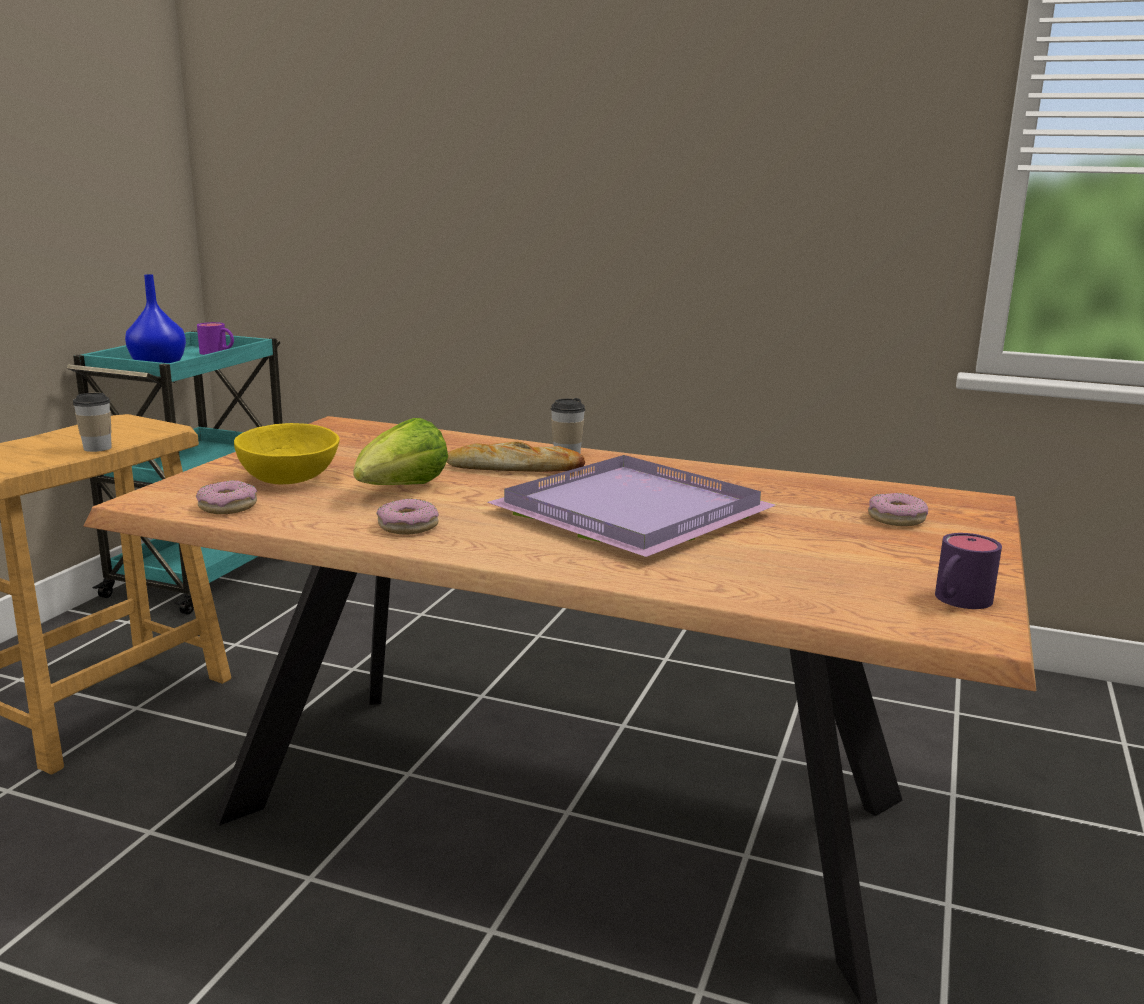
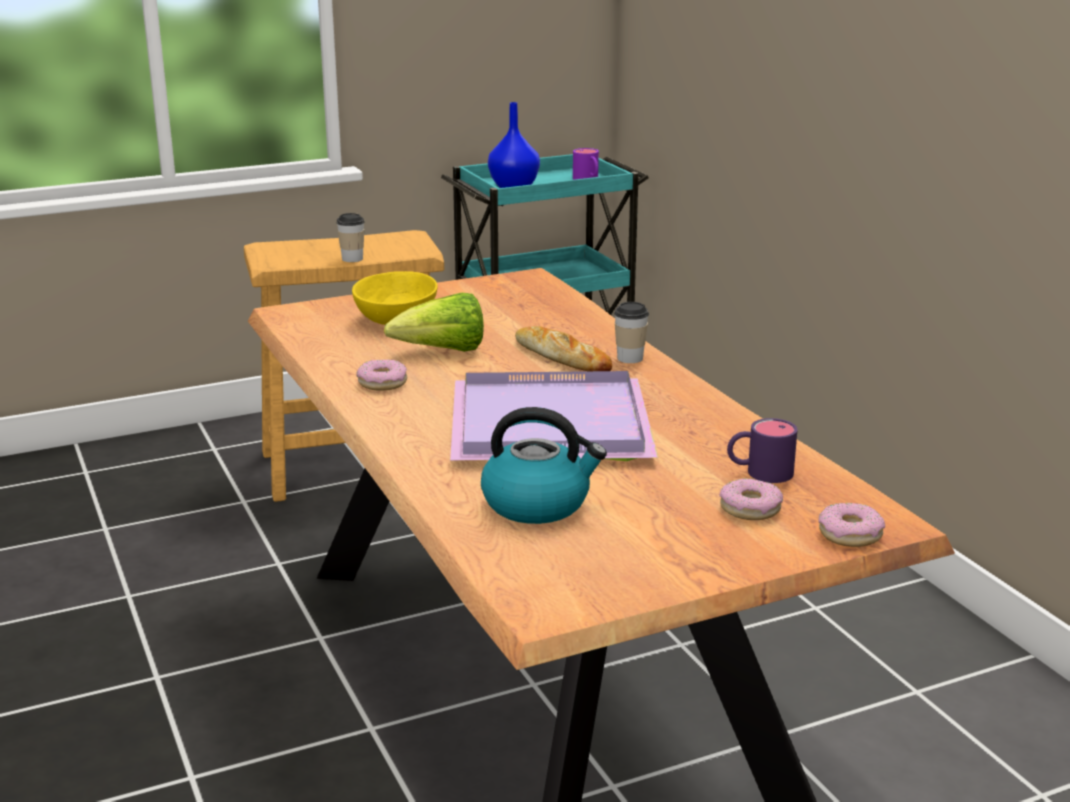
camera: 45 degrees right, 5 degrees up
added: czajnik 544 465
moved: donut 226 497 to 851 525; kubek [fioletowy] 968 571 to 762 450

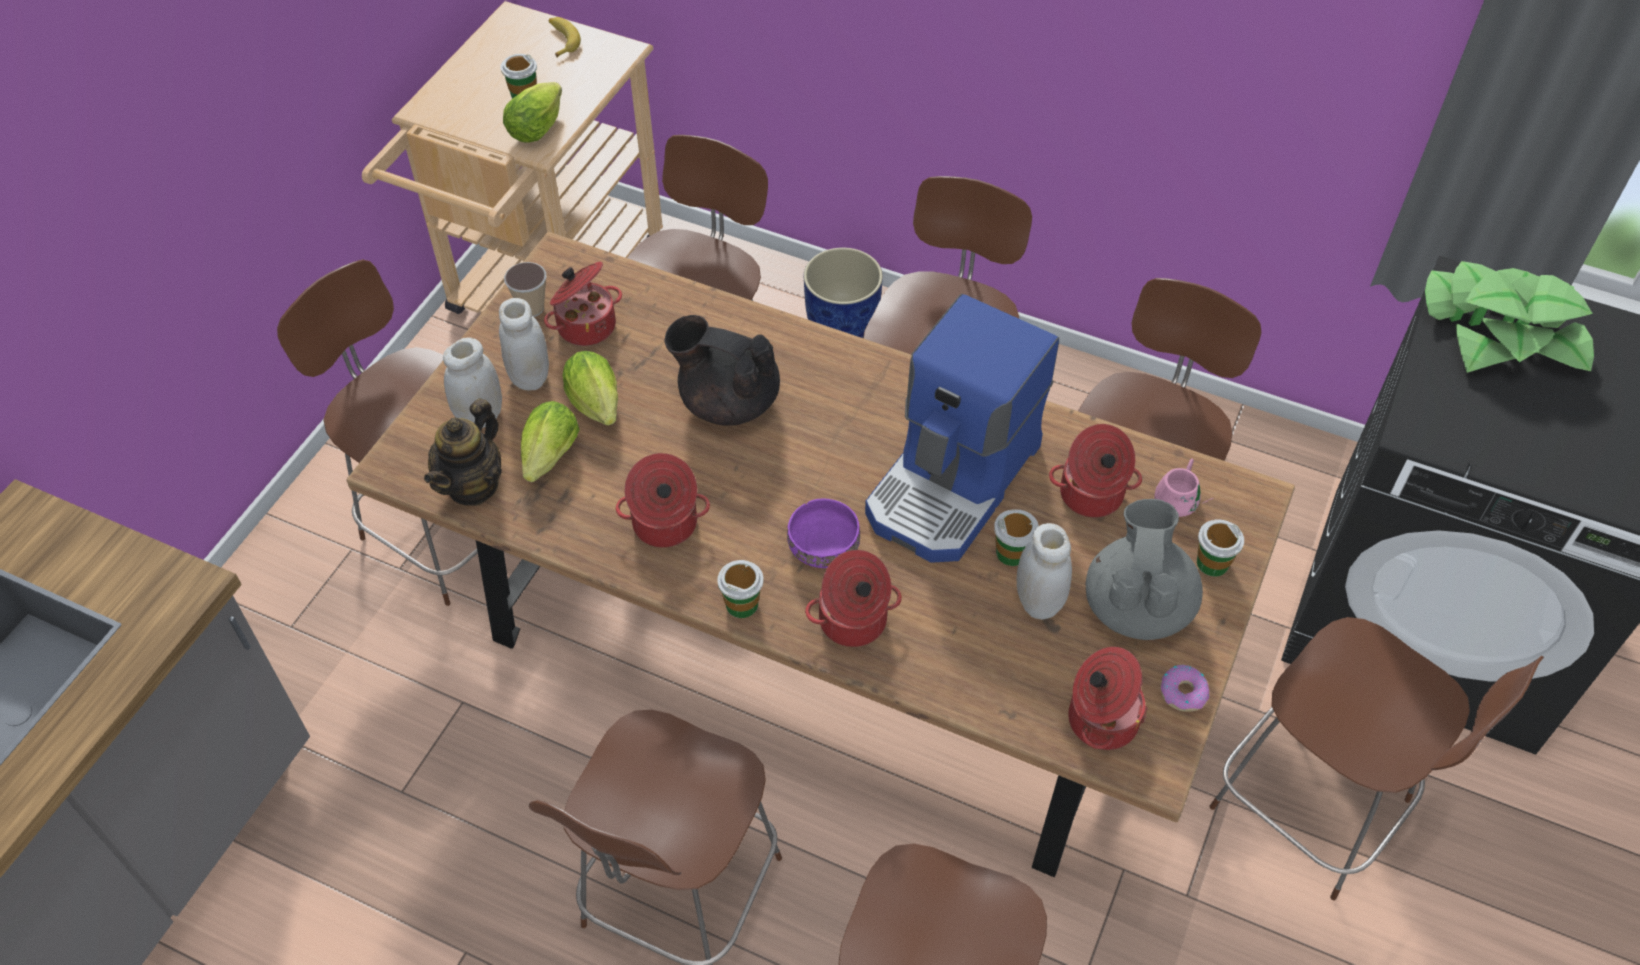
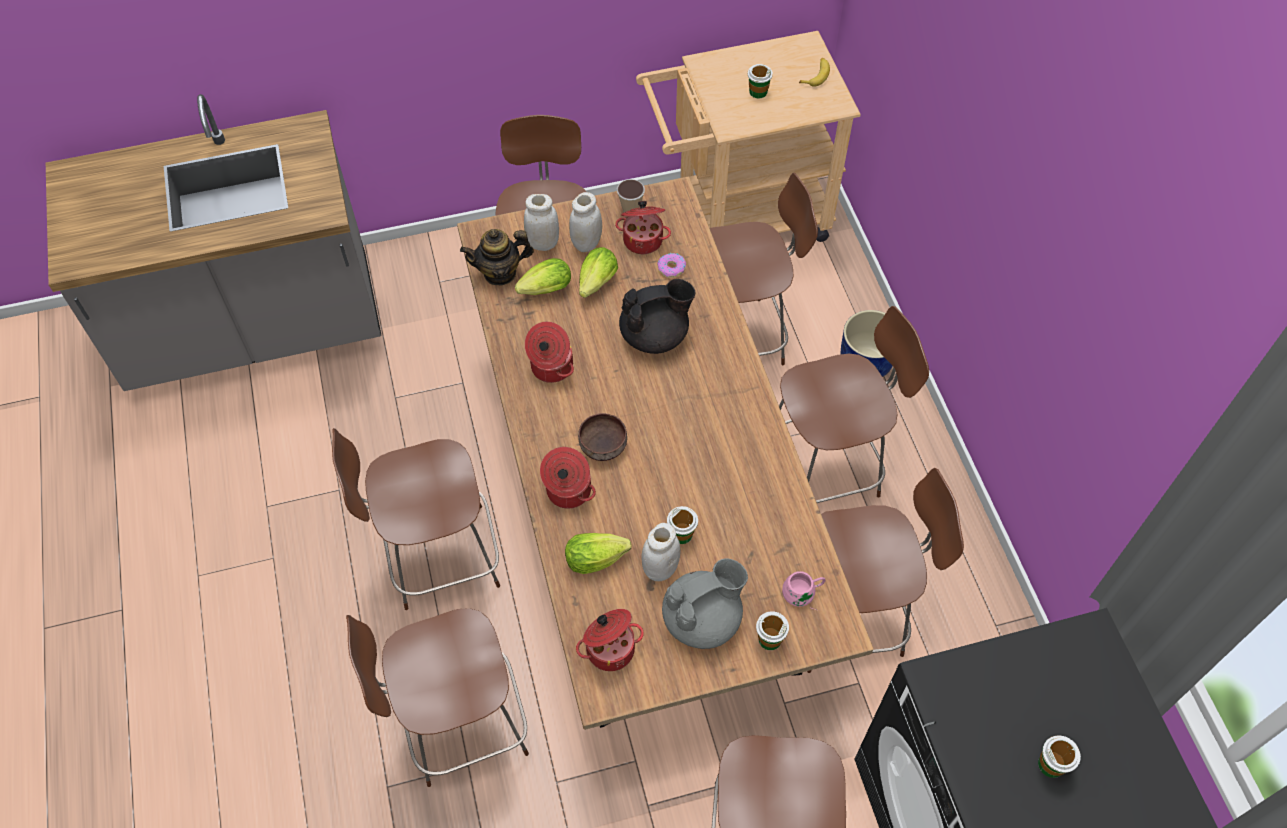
camera: 50 degrees right, 5 degrees up
removed: roślina doniczkowa 1509 317; ekspres do kawy 962 428; garnek 1095 470
moved: sałata 532 112 to 598 553; filiżanka 740 589 to 1059 756; donut 1185 688 to 671 265
recoloured: miska [fioletowy] 823 533 to miska [brązowy] 602 437
turned: imbryk [czarny] 722 370 = 657 316 90 degrees clockwise

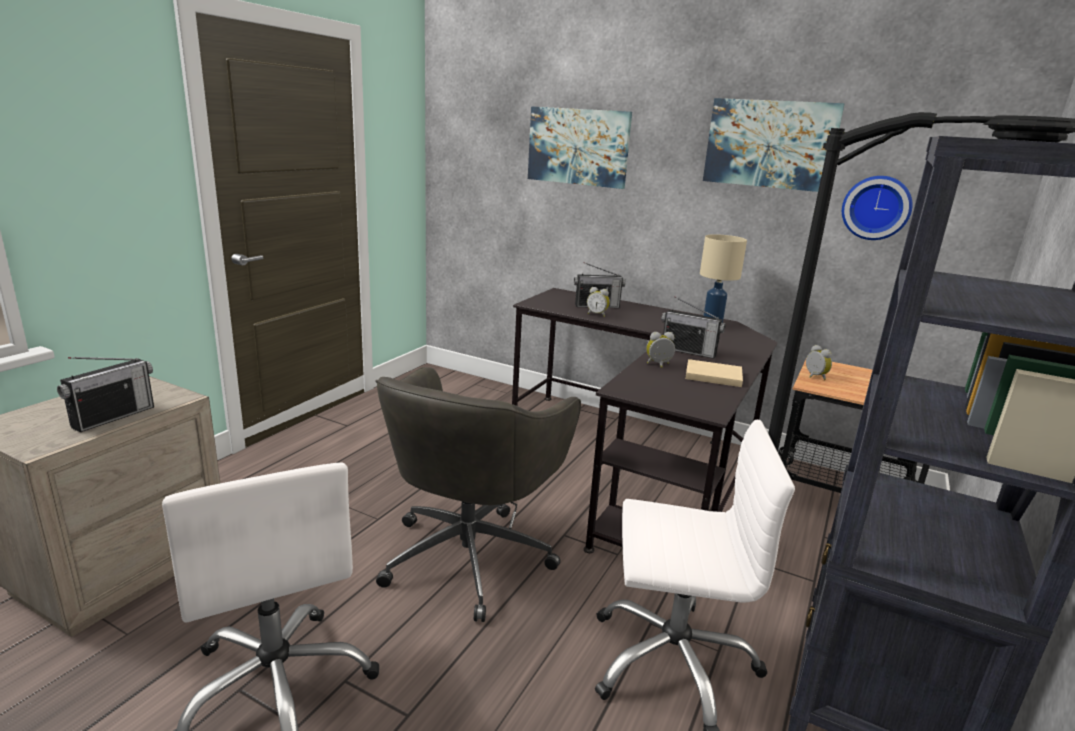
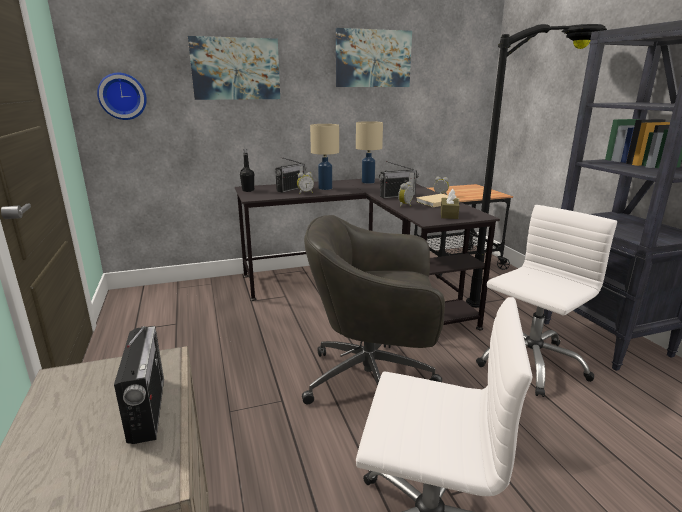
camera: 45 degrees left, 0 degrees up
added: lampa stołowa [beżowy] 324 157; butelka [czarny] 247 170; pudełko chusteczek [brązowy] 450 204
moved: zegar ścienny 877 208 to 122 96
turned: krzesło biurowe [szary] 478 494 = 373 309 120 degrees clockwise

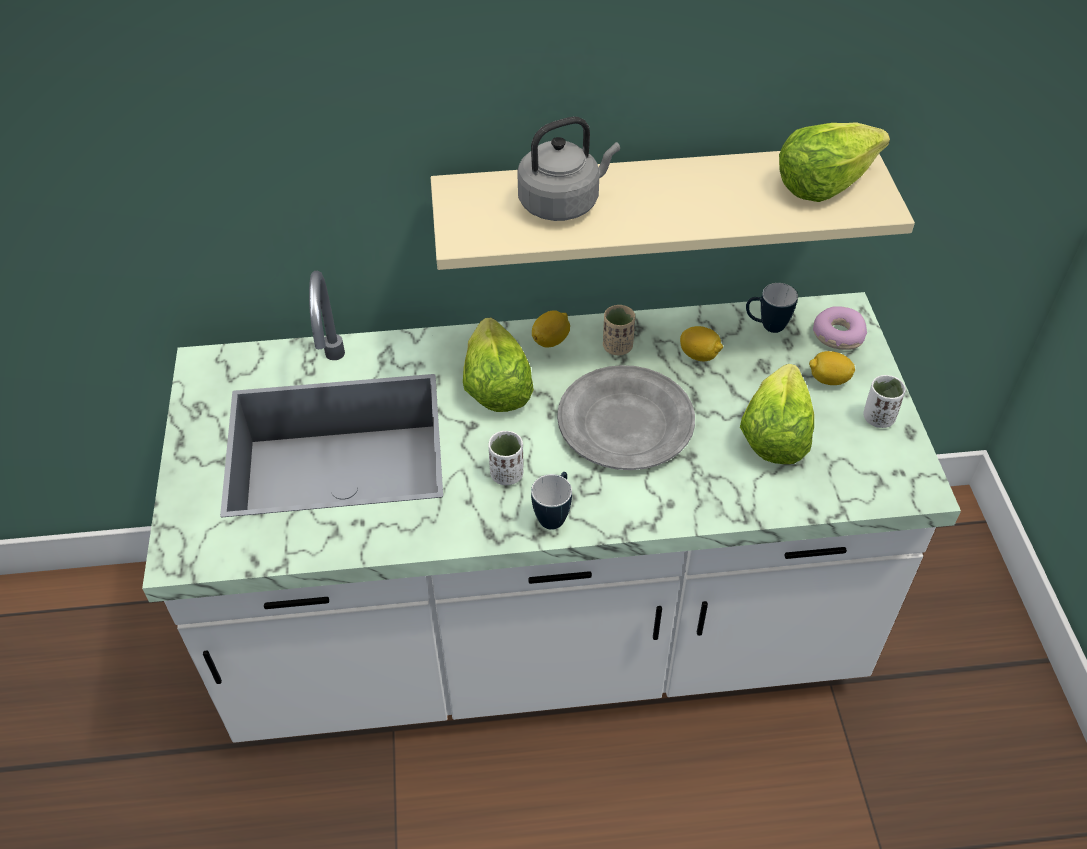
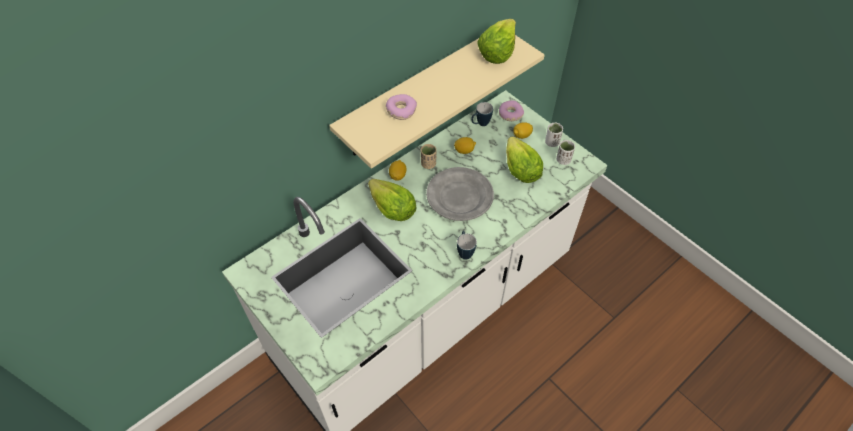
camera: 35 degrees left, 5 degrees up
moved: filiżanka [biały] 505 458 to 565 152
replaced: czajnik [szary] 569 168 to donut 401 107

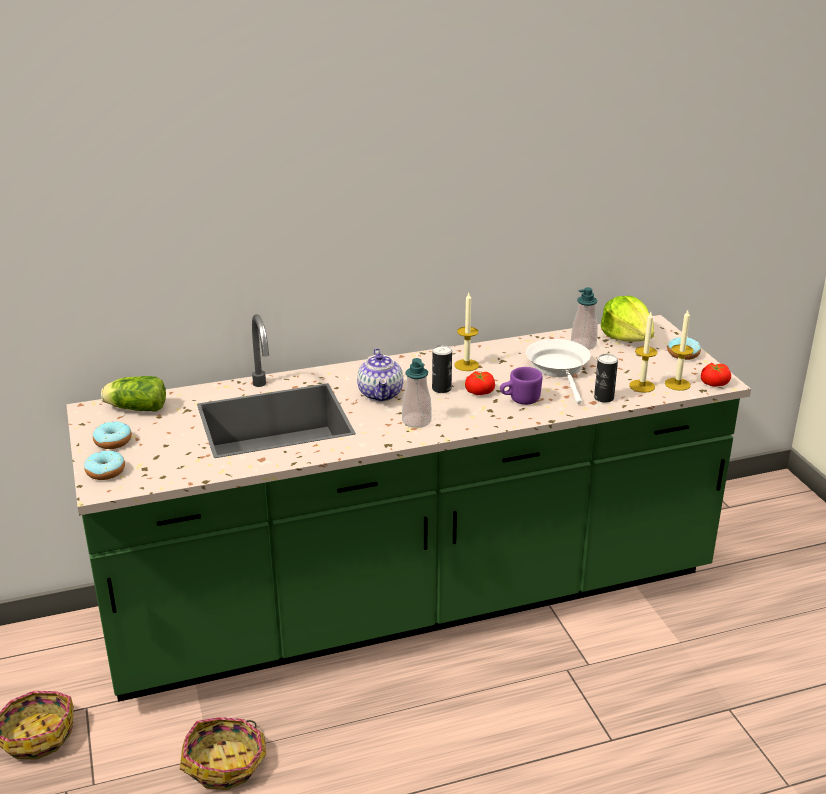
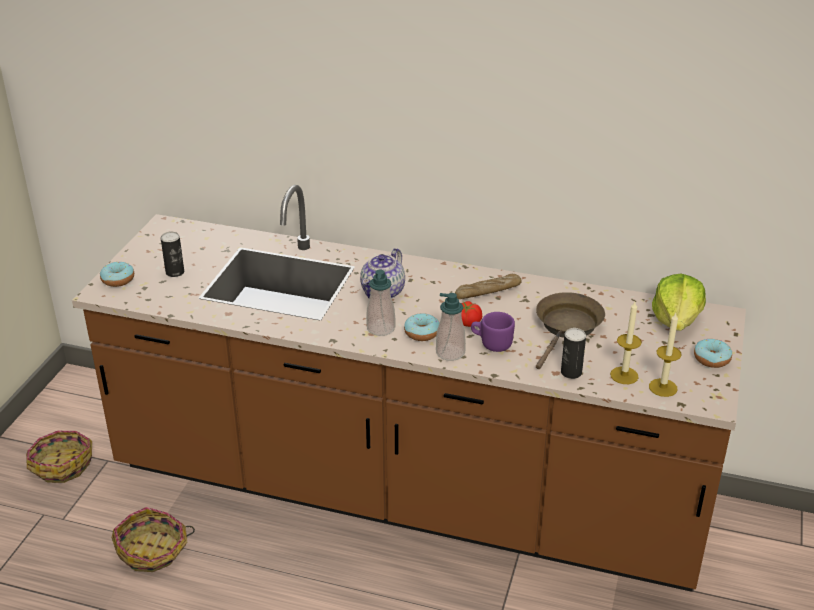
camera: 35 degrees right, 5 degrees up
removed: pomidor 716 375; sałata 133 394
moved: dozownik mydła 584 318 to 451 327; puszka 442 369 to 172 254; donut 112 435 to 421 327
replaced: świeca 466 332 to chleb 488 286
recoloured: zabudowa kuchenna [zielony] 408 508 to zabudowa kuchenna [brązowy] 409 388; patelnia [biały] 558 371 to patelnia [brązowy] 570 330

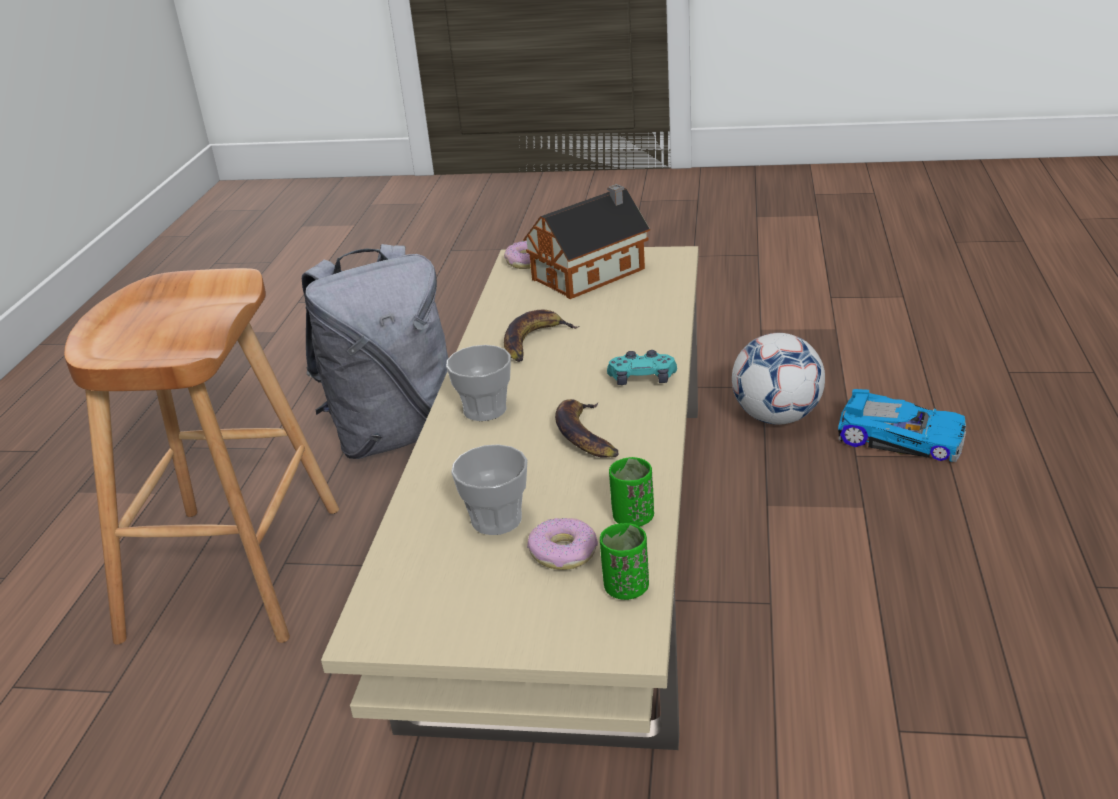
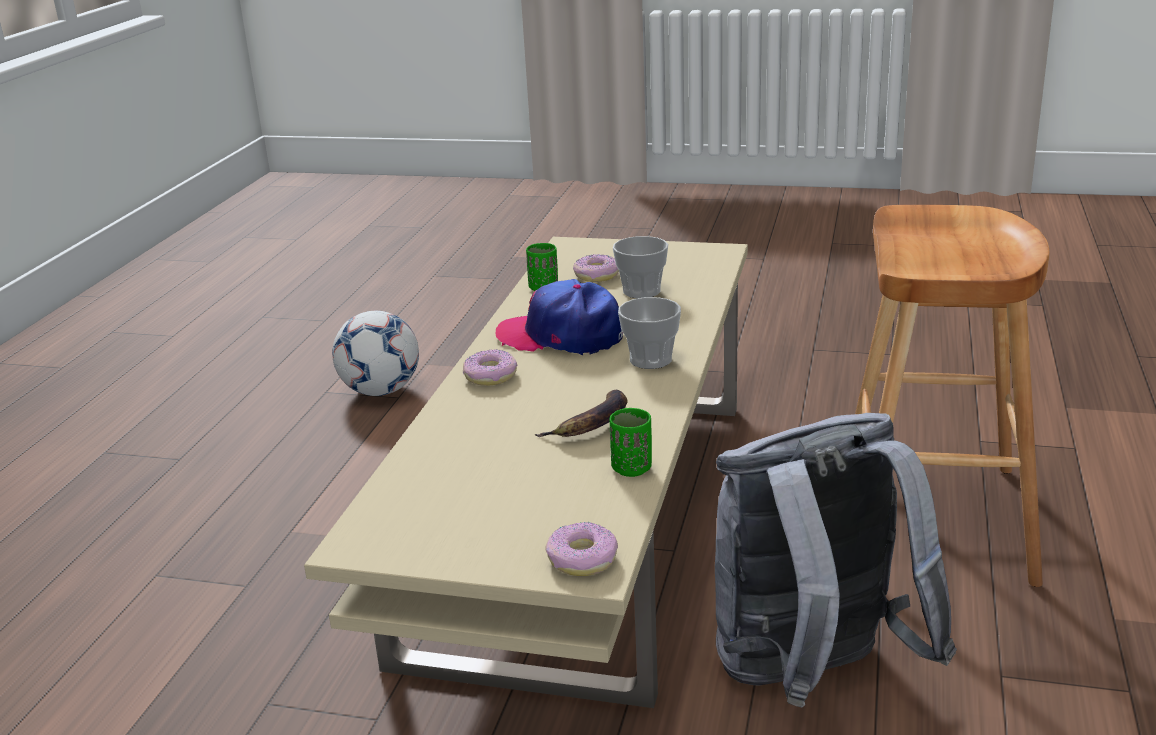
camera: 175 degrees left, 5 degrees down
removed: domek 586 241; samochodzik 902 425
moved: piłka futbolowa 778 379 to 375 353; filiżanka [zielony] 624 561 to 630 442
replaced: pad do gier [turkusowy] 642 367 to donut 490 367; banan 587 428 to czapka z daszkiem 559 317

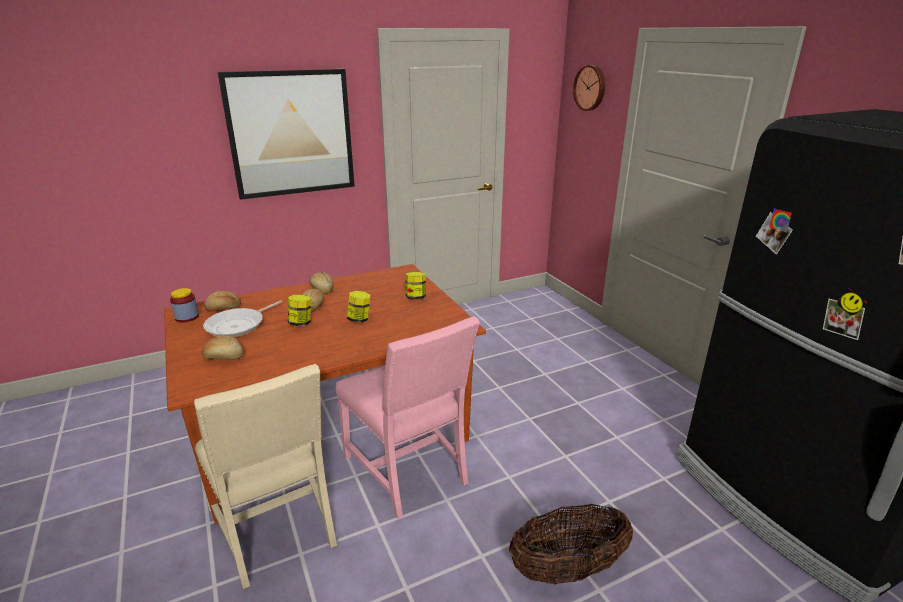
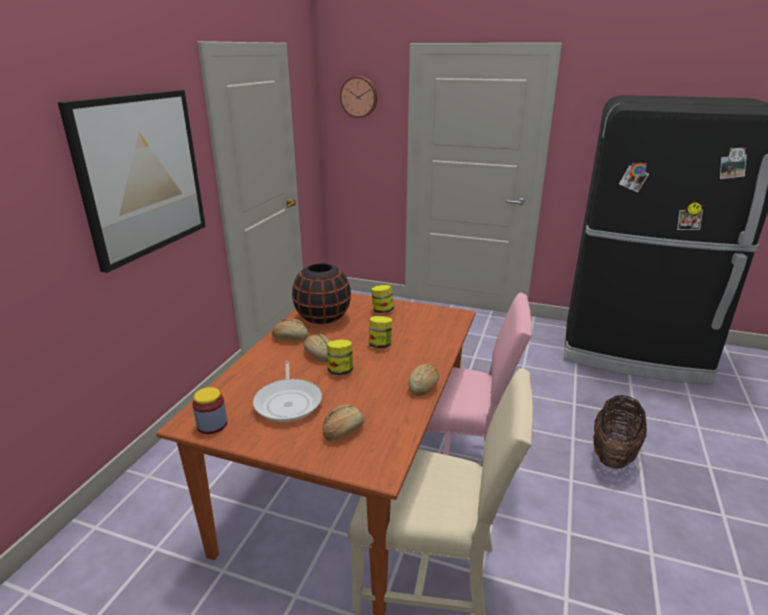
camera: 45 degrees left, 0 degrees up
added: wazon [czarny] 321 293
moved: chleb 222 301 to 423 380

